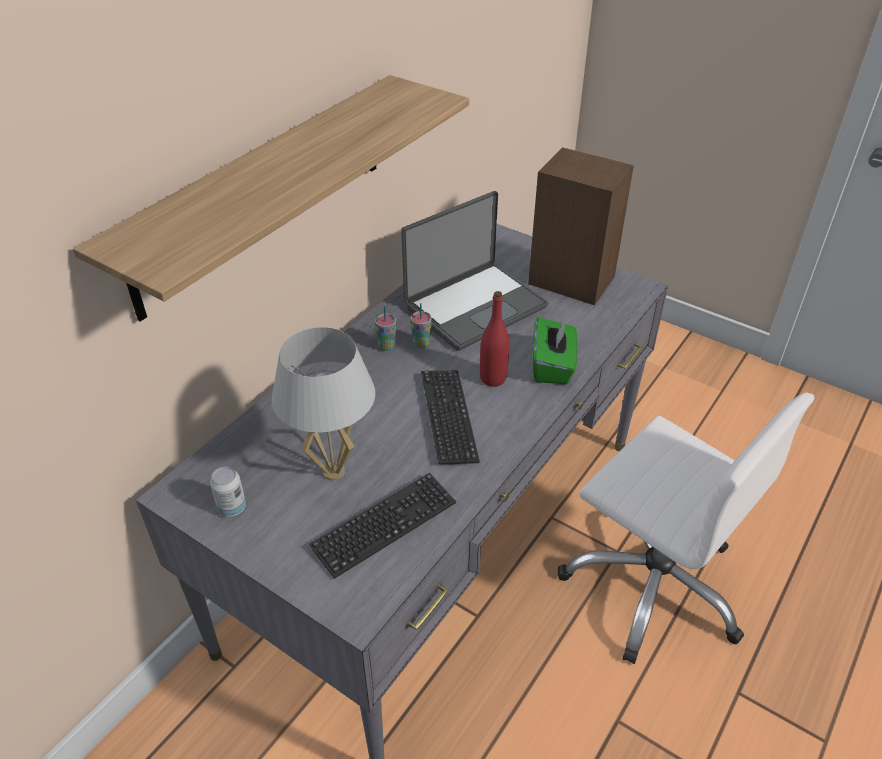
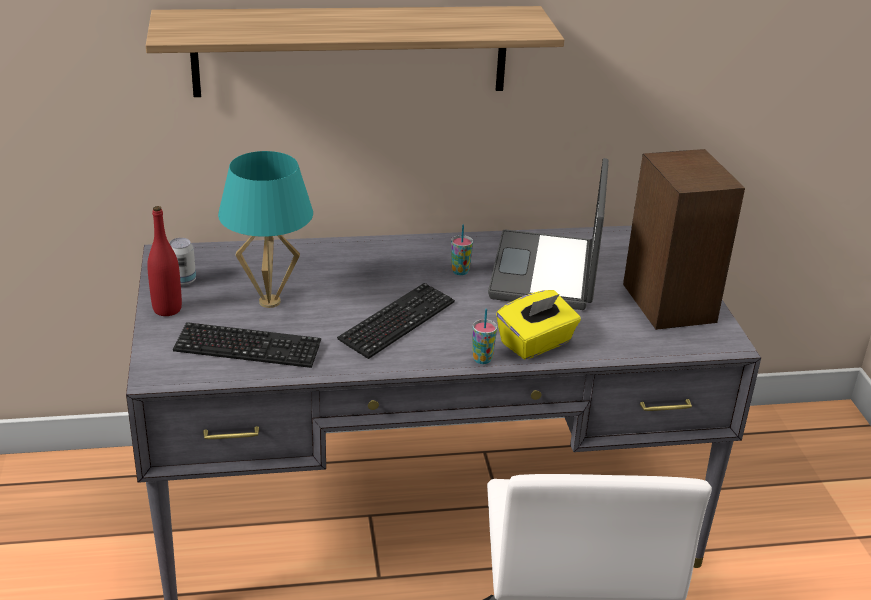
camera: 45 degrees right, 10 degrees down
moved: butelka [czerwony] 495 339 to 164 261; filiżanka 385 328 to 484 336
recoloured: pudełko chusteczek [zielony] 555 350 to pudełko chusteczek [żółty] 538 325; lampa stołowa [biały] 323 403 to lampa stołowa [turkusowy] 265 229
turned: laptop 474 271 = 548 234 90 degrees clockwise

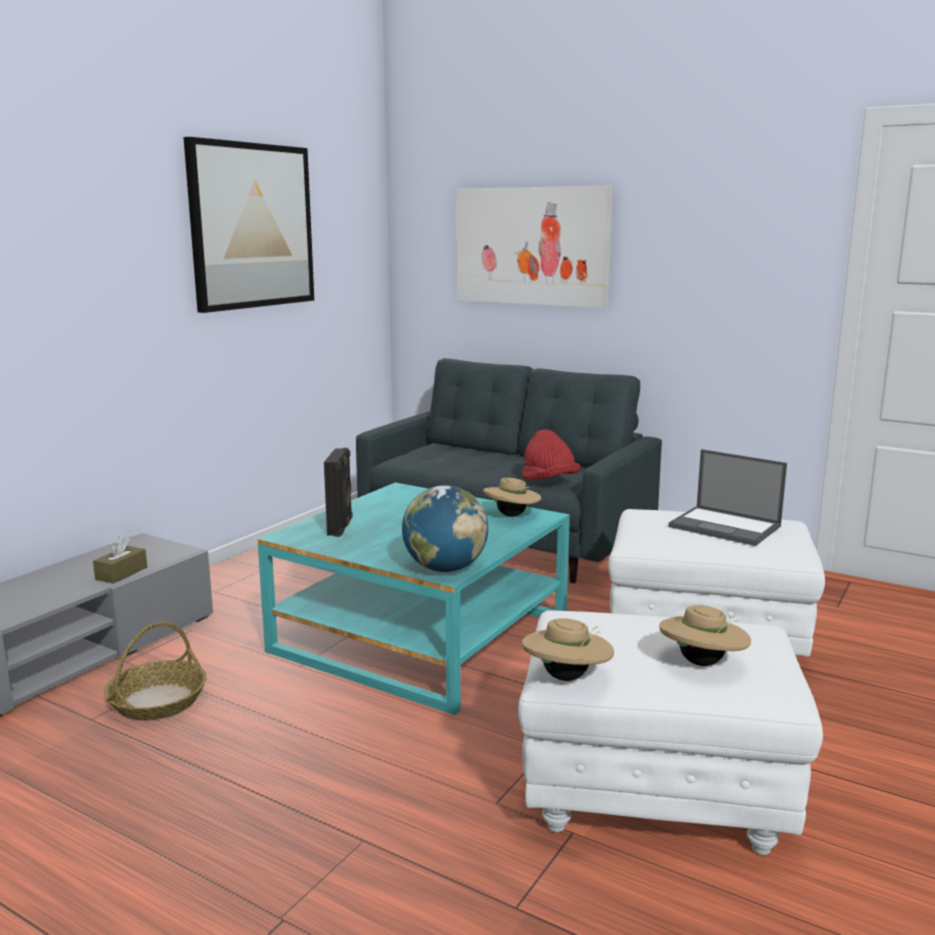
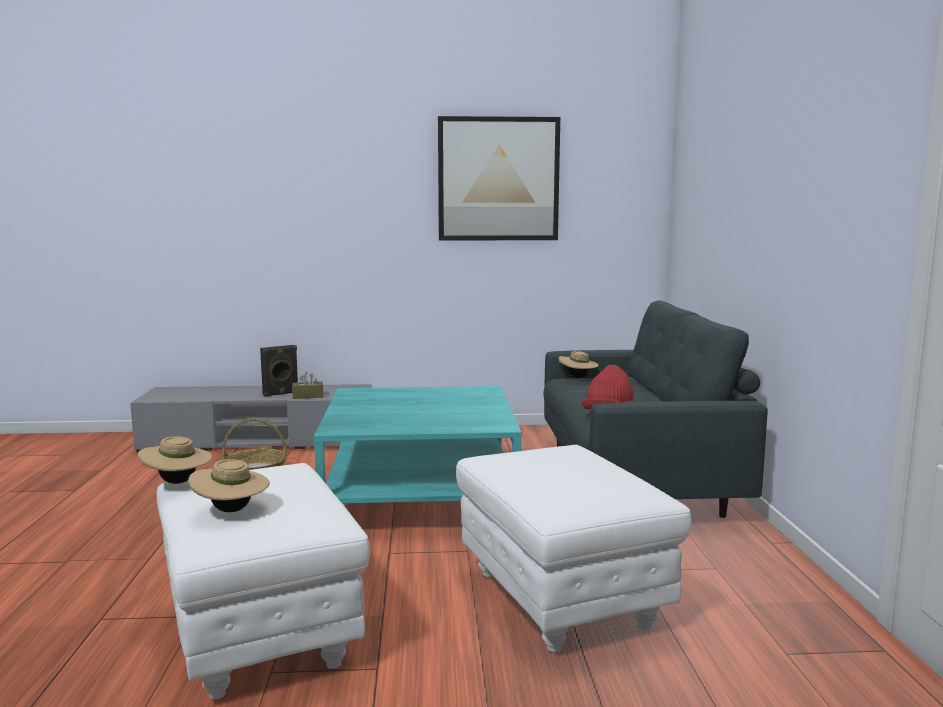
camera: 55 degrees right, 5 degrees down
removed: obraz 534 247; laptop 727 497; globus 445 528
moved: głośnik [czarny] 338 492 to 279 371; kapelusz [beżowy] 512 497 to 578 364

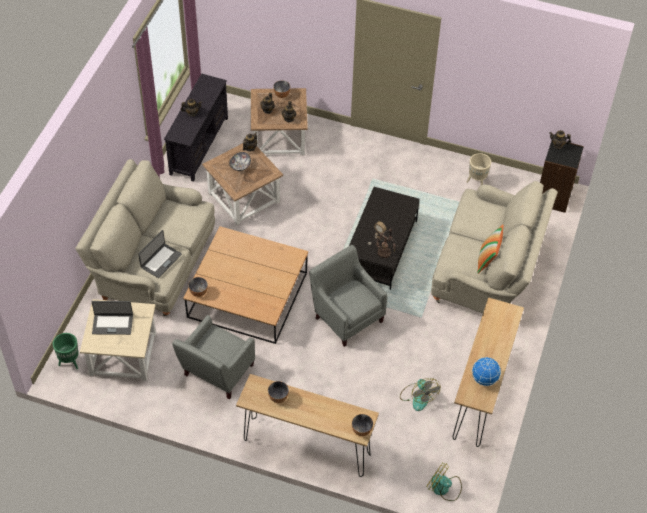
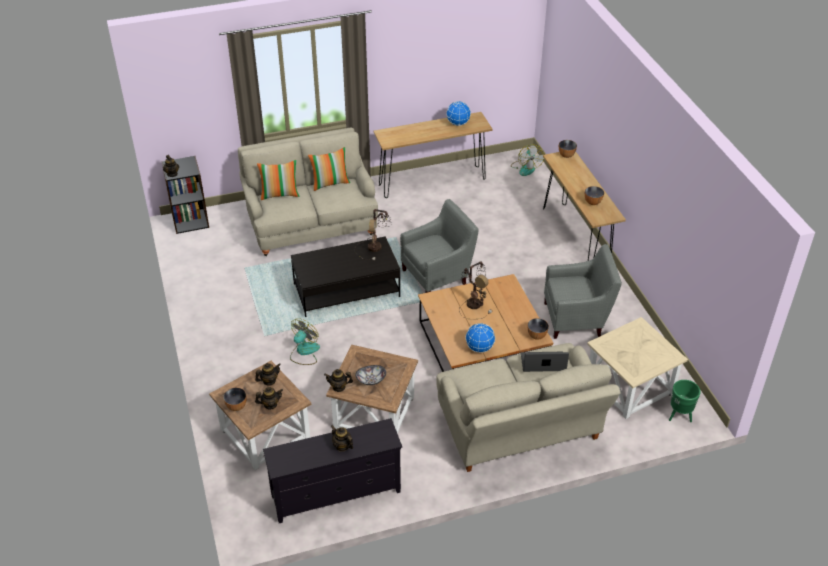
camera: 125 degrees left, 10 degrees down
removed: donica [beżowy] 479 169; laptop 112 318
added: poduszka 278 180; lampa stołowa 476 290; globus 480 338
moved: wentylator 420 394 to 305 341
turned: fotel [szary] 348 296 = 439 246 135 degrees counterclockwise

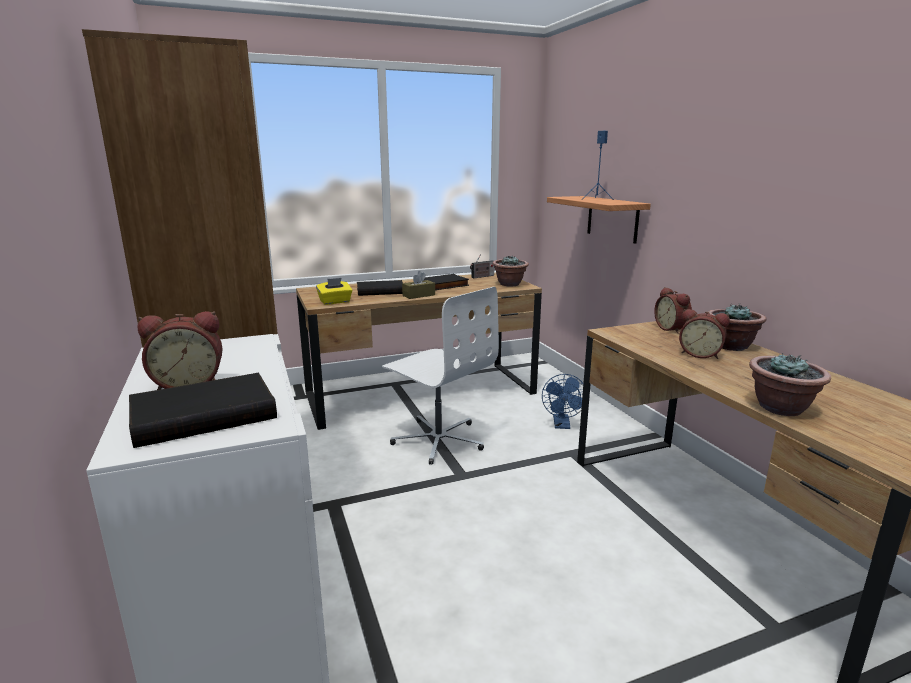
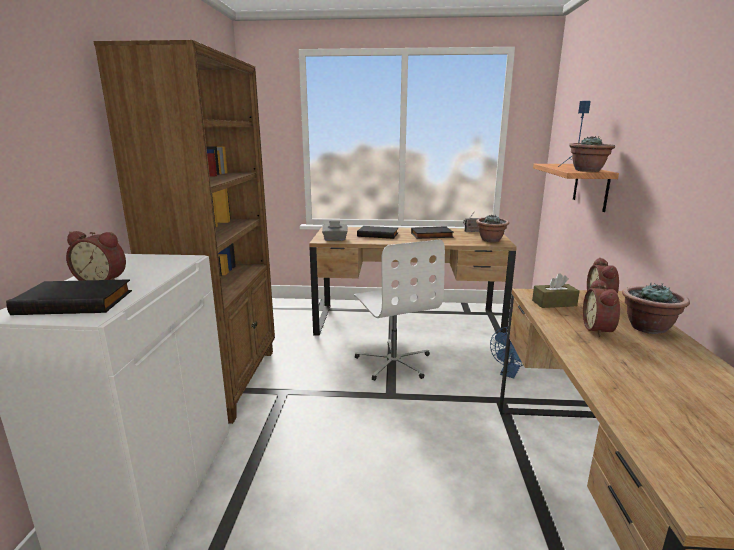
camera: 25 degrees right, 0 degrees up
moved: pudełko chusteczek [brązowy] 418 285 to 556 290; roślina doniczkowa 790 384 to 592 154
recoloured: pudełko chusteczek [żółty] 334 291 to pudełko chusteczek [szary] 334 231
turned: budzik 704 334 = 601 308 45 degrees clockwise

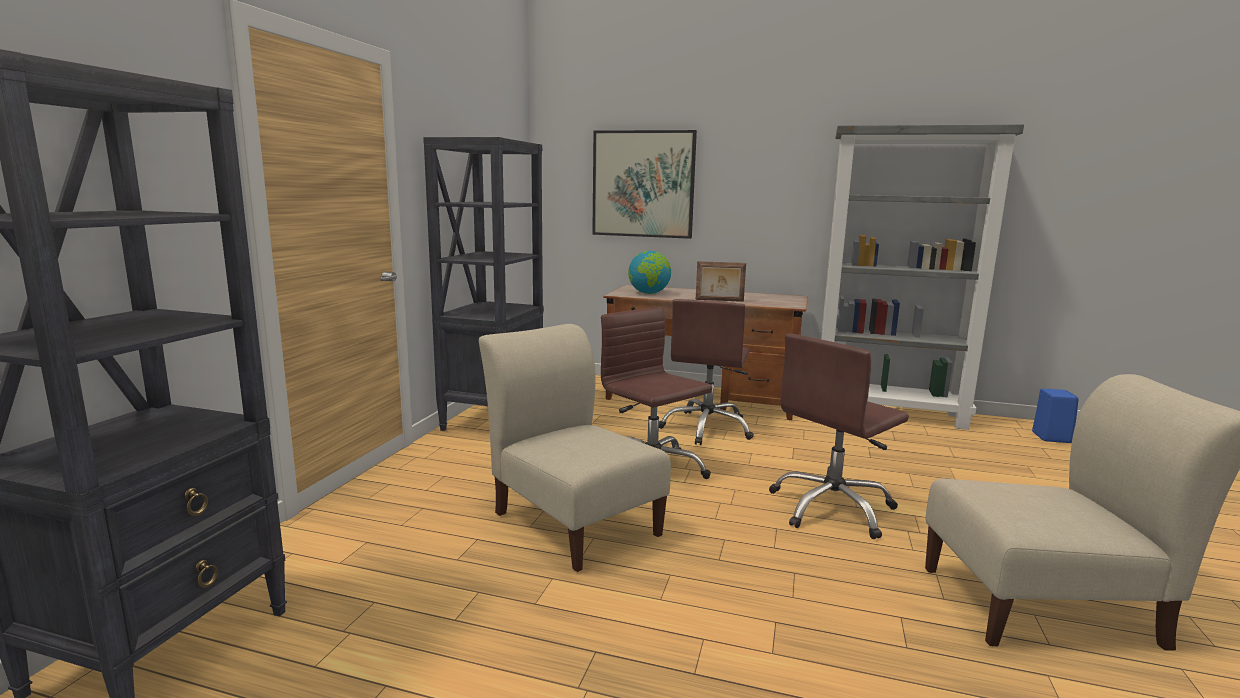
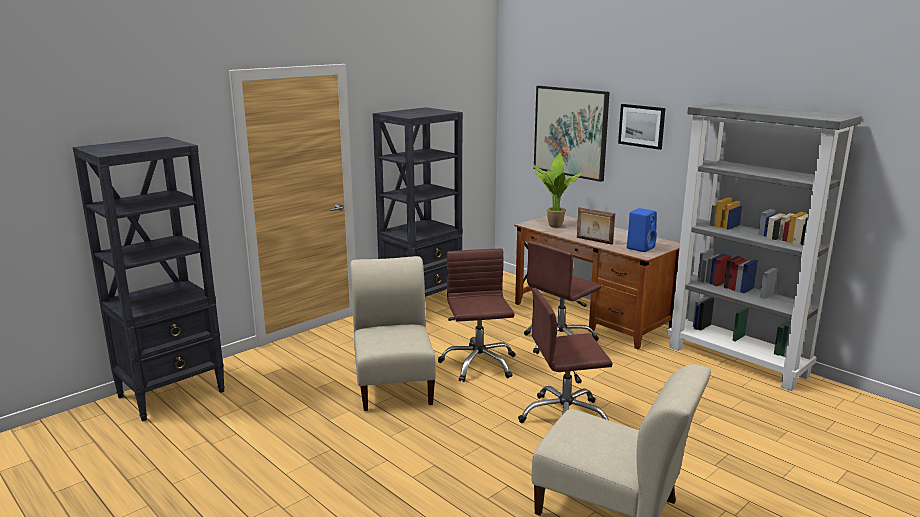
camera: 30 degrees right, 5 degrees up
added: obraz 641 127
moved: głośnik [niebieski] 1055 415 to 642 230
replaced: globus 649 272 to roślina doniczkowa 558 190

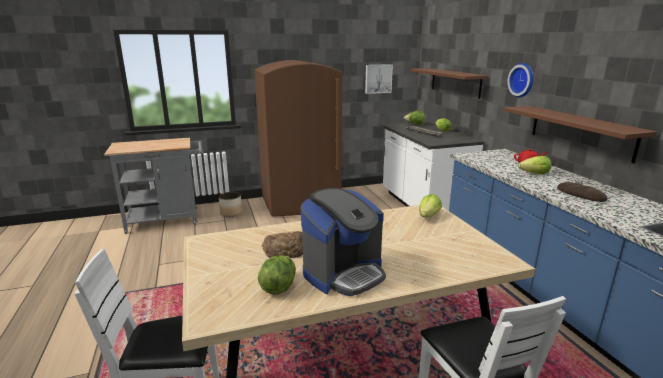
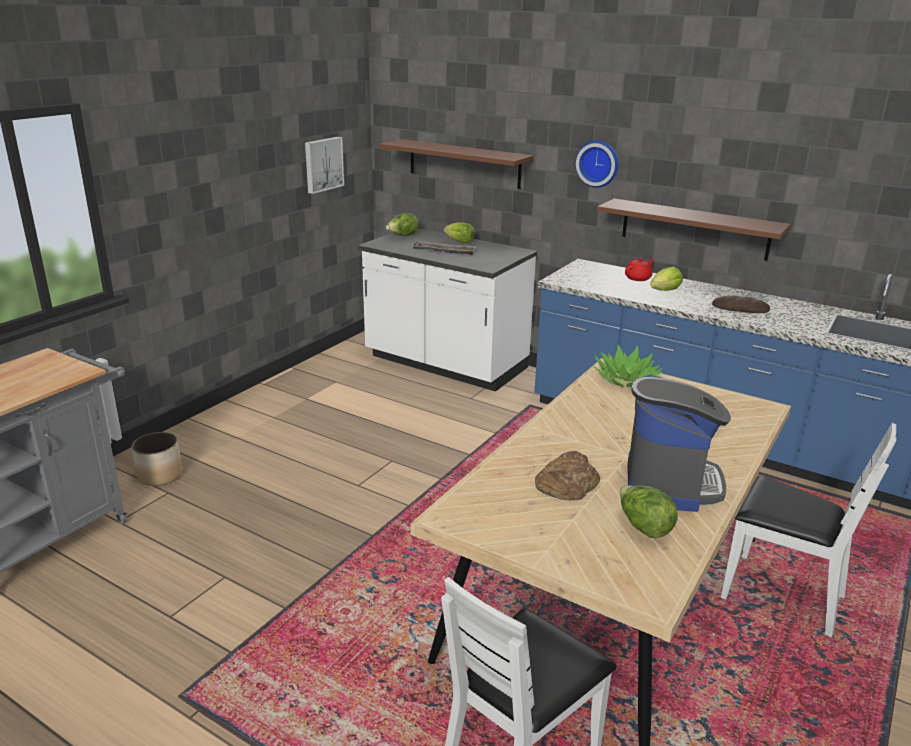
camera: 40 degrees left, 5 degrees up
removed: lodówka [brązowy] 298 138
replaced: sałata 430 205 to roślina doniczkowa 628 366

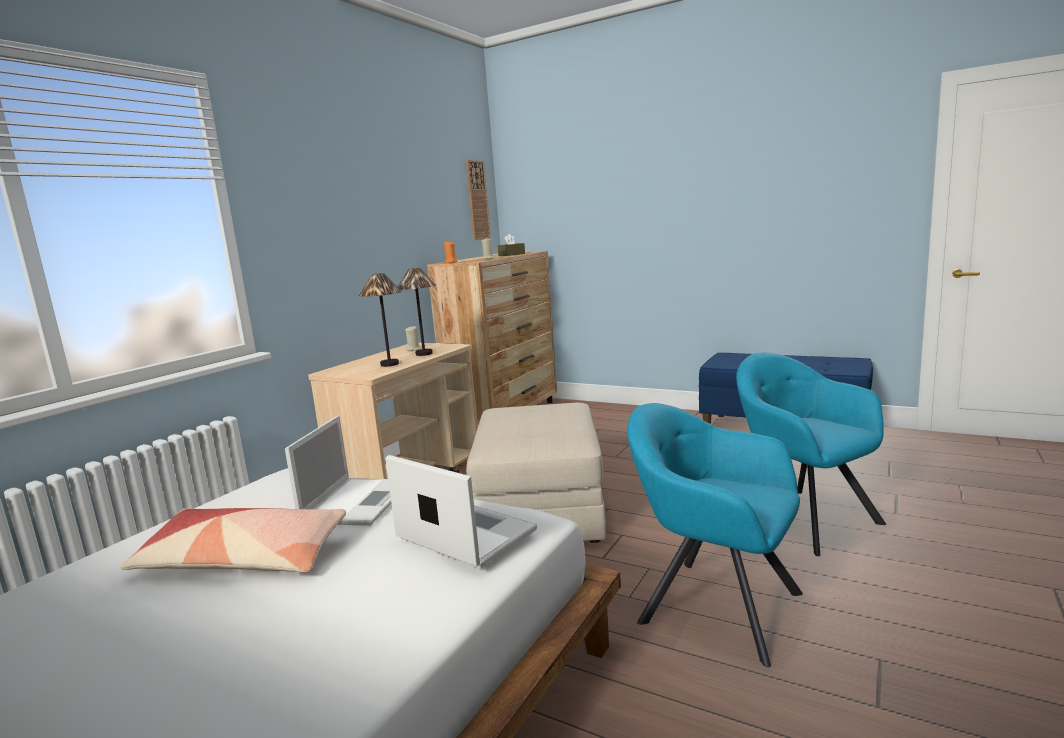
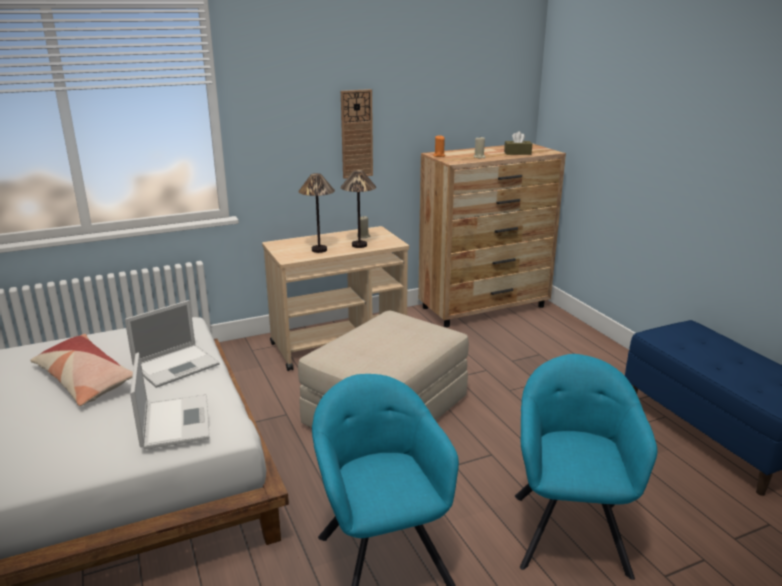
camera: 35 degrees right, 10 degrees up
moved: zegar ścienny 478 200 to 357 134

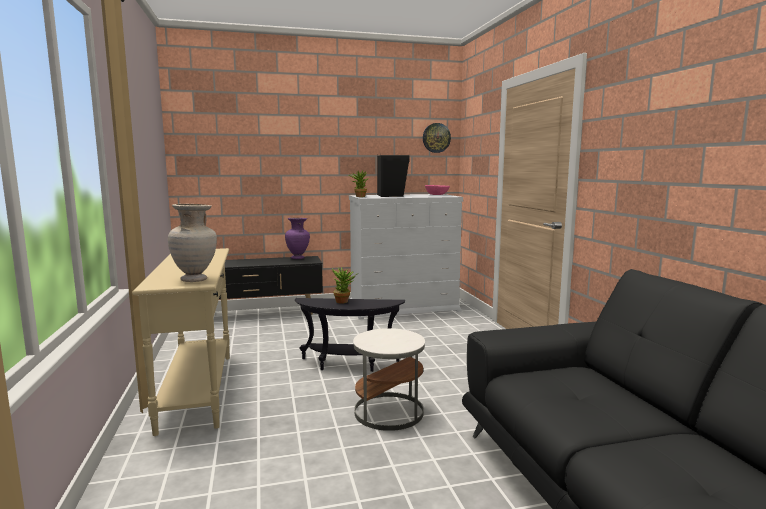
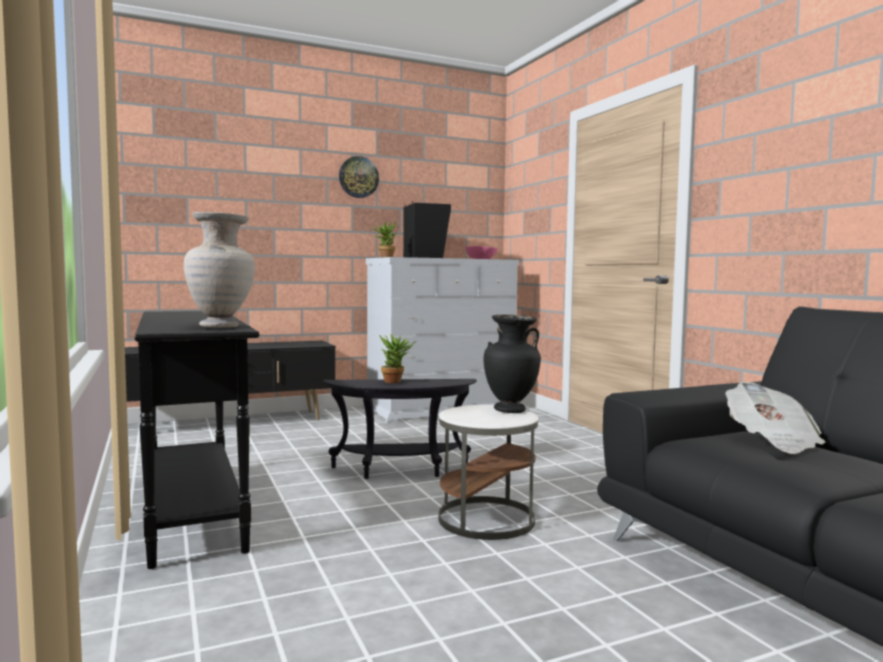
camera: 10 degrees left, 5 degrees down
removed: wazon [fioletowy] 297 238
added: wazon [czarny] 512 364; gazeta 775 418
moved: zegar ścienny 437 138 to 359 177
recoloured: stolik konsolowy [beżowy] 181 342 to stolik konsolowy [czarny] 197 440

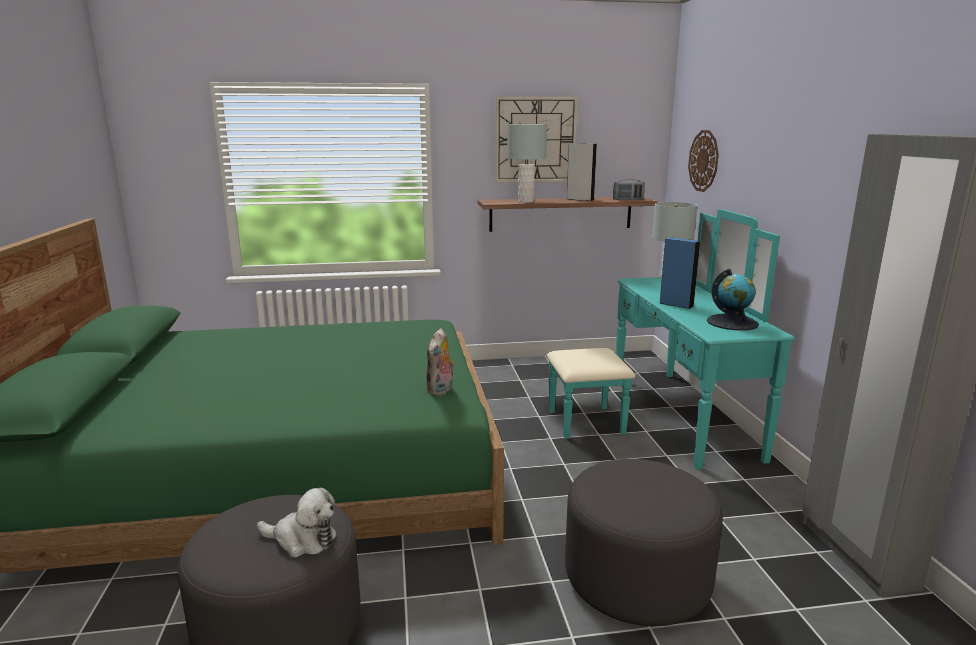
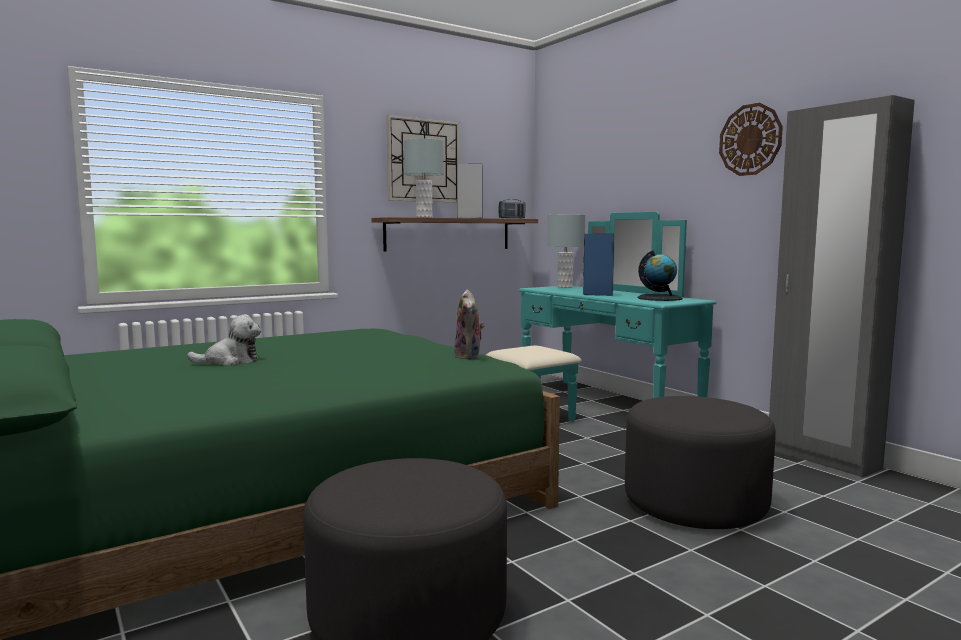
camera: 25 degrees left, 10 degrees down
moved: zegar ścienny 703 161 to 751 139; pluszak 297 523 to 224 340

